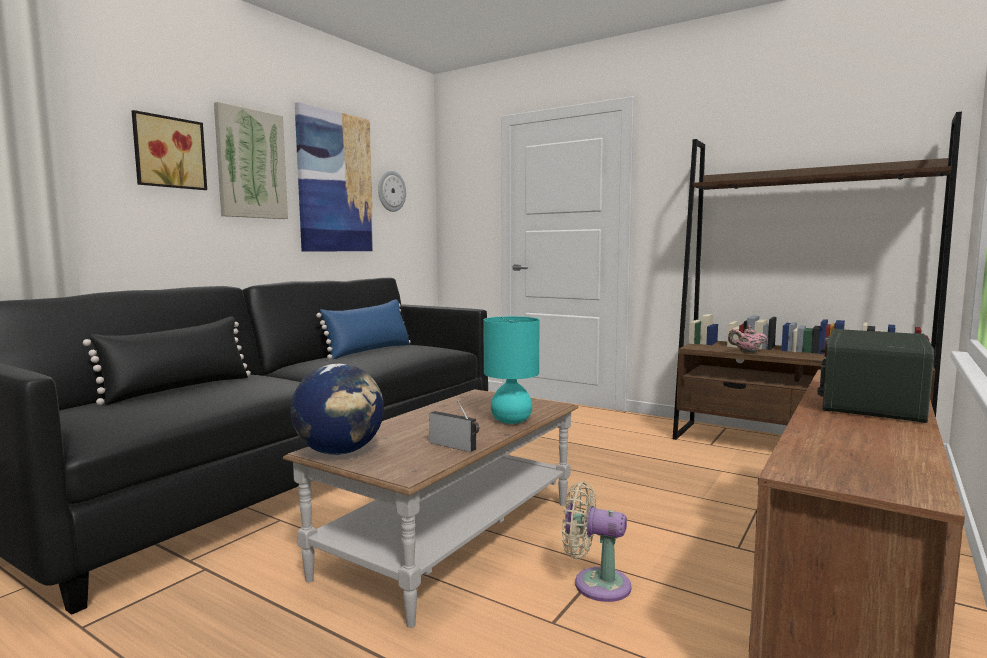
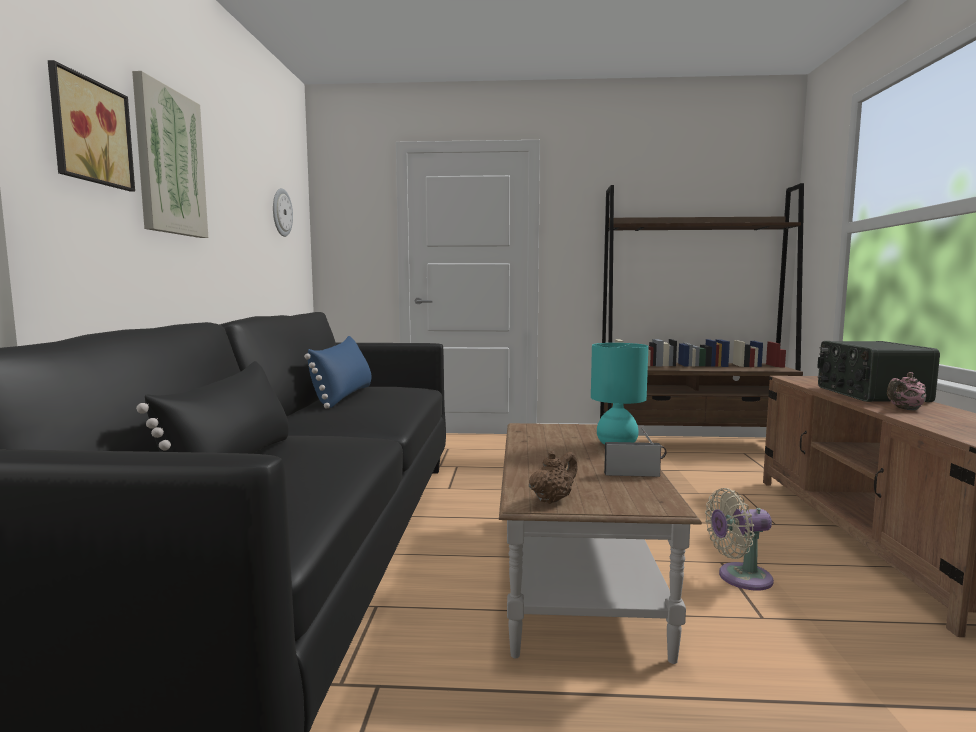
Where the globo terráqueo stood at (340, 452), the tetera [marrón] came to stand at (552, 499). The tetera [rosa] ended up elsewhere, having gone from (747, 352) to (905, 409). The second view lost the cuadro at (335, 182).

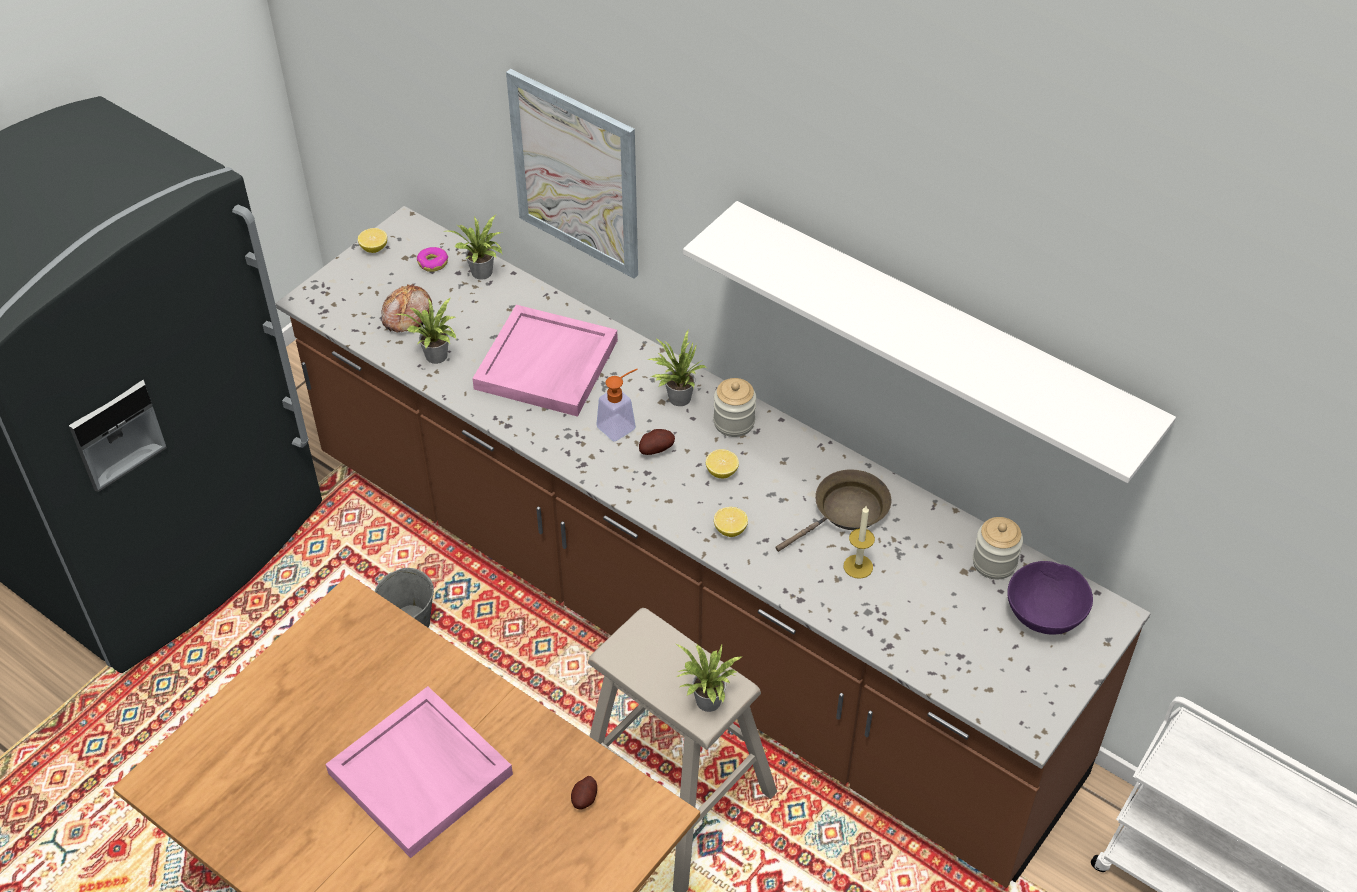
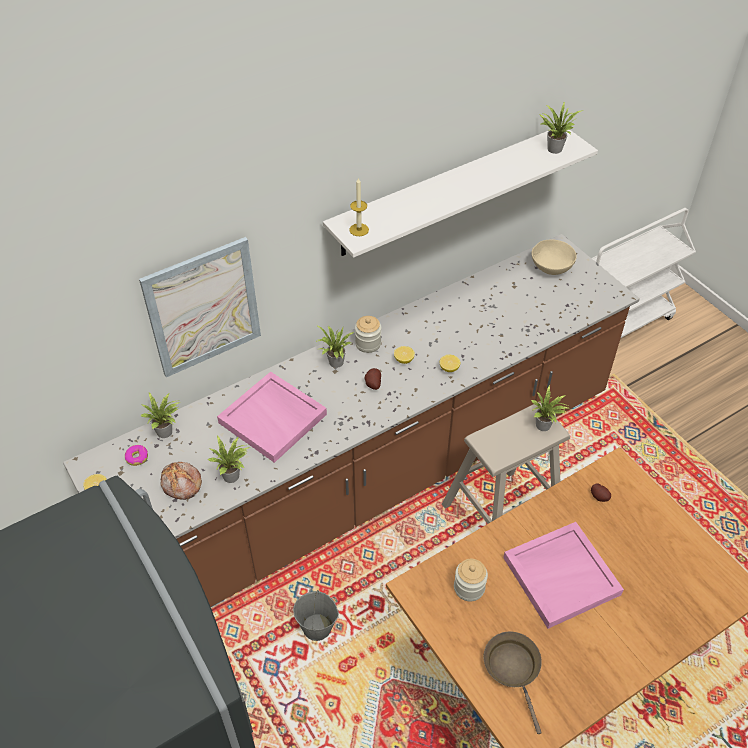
The vela ended up elsewhere, having gone from (858, 566) to (359, 230). The tarro ended up elsewhere, having gone from (994, 562) to (469, 588). The sartén [marrón] ended up elsewhere, having gone from (846, 512) to (513, 669). What was the cuenco [morado] at (1044, 614) turned into the cuenco [beis] at (551, 267). The second view gained the planta en maceta at (553, 148). The second view lost the dispensador de jabón at (621, 425).

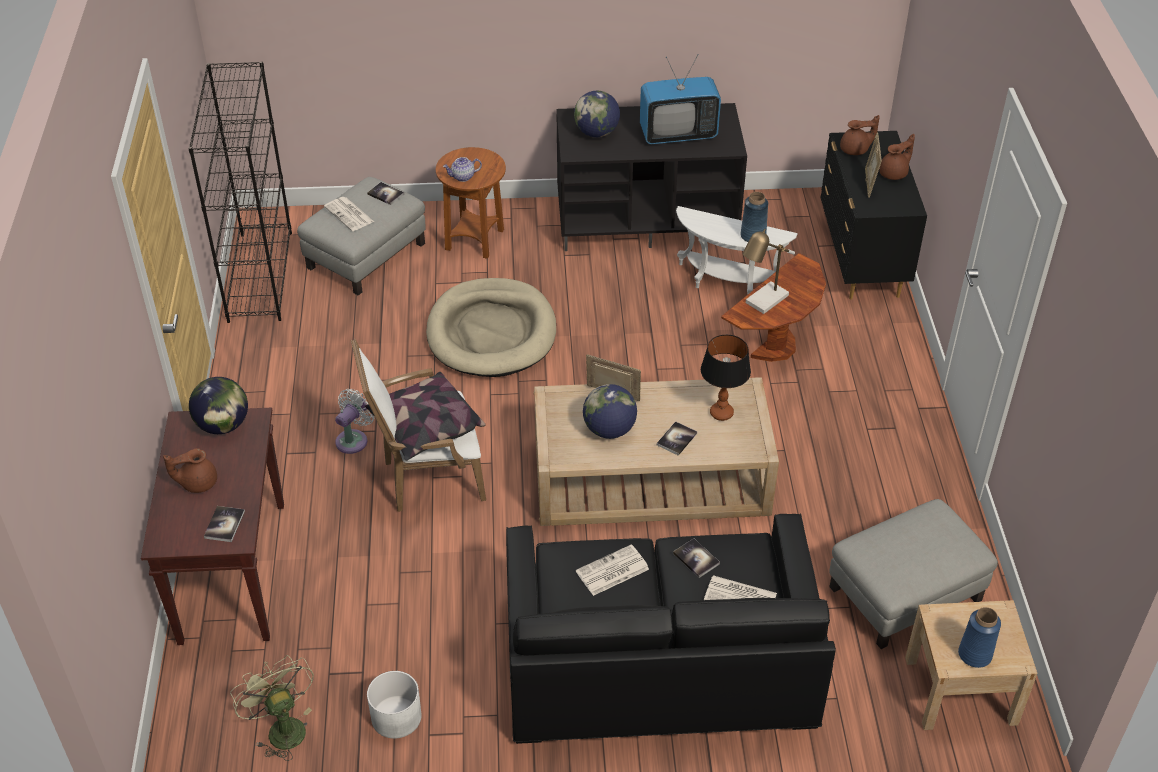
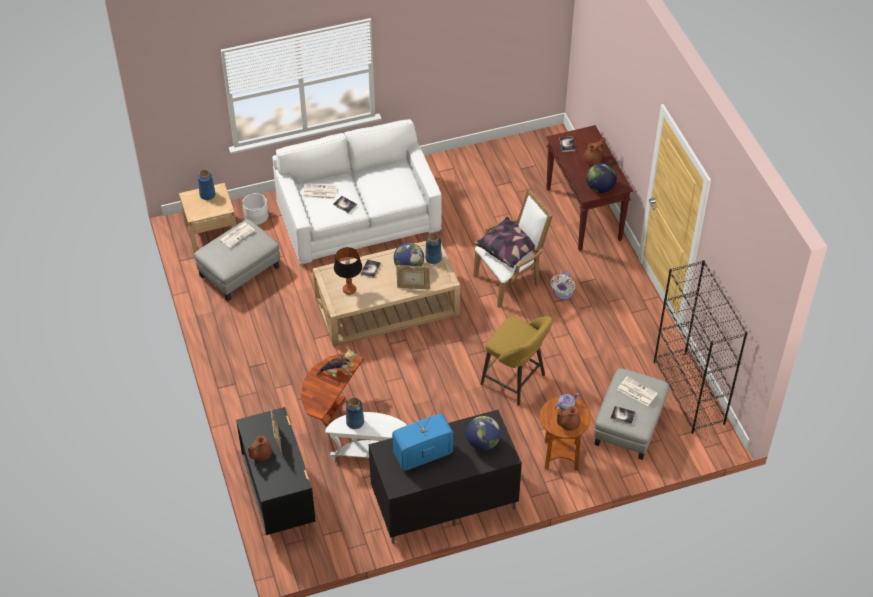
The periódico ended up elsewhere, having gone from (612, 571) to (237, 235). The maceta [blanco] ended up elsewhere, having gone from (396, 717) to (256, 216). What was the sofá [negro] at (658, 660) turned into the sofá [blanco] at (358, 217). Where the lámpara de mesa stood at (763, 302), the peluche came to stand at (338, 372). The second view gained the florero [azul] at (433, 258). Where the cama para perro [beis] stood at (491, 332), the taburete [amarillo] came to stand at (516, 381). The tetera [marrón] ended up elsewhere, having gone from (855, 150) to (568, 424). The second view lost the ventilador [verde] at (281, 728).

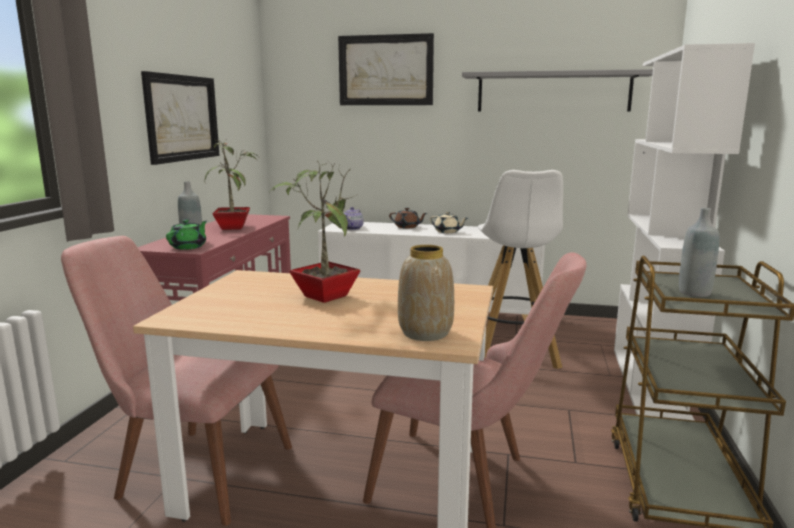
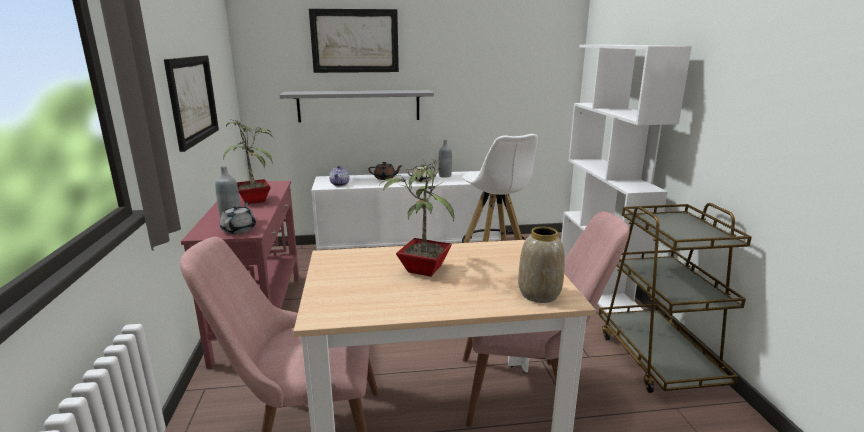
What was the tetera [verde] at (189, 247) turned into the tetera [gris] at (239, 229). The estante [gris] ended up elsewhere, having gone from (553, 92) to (359, 106). The botella [gris] ended up elsewhere, having gone from (694, 293) to (445, 176).

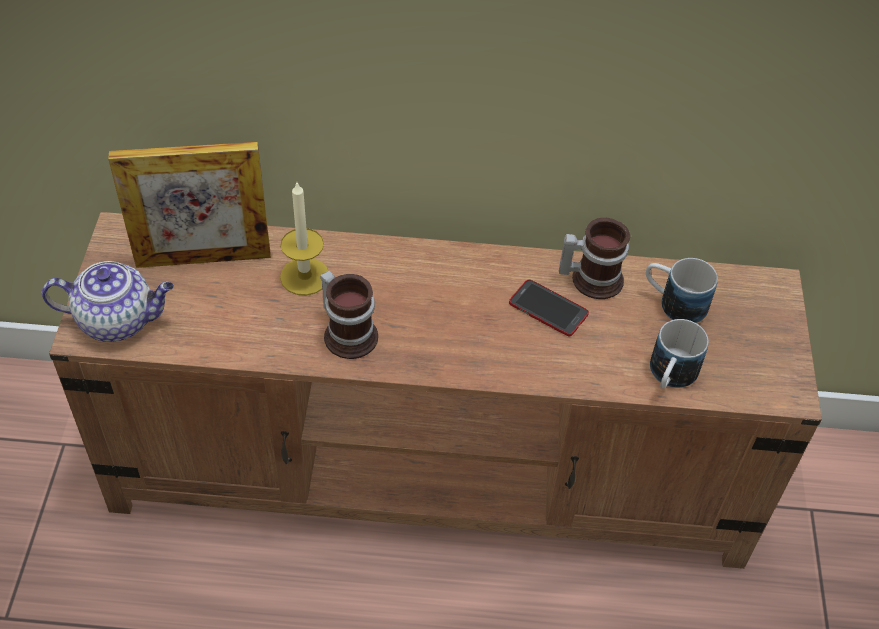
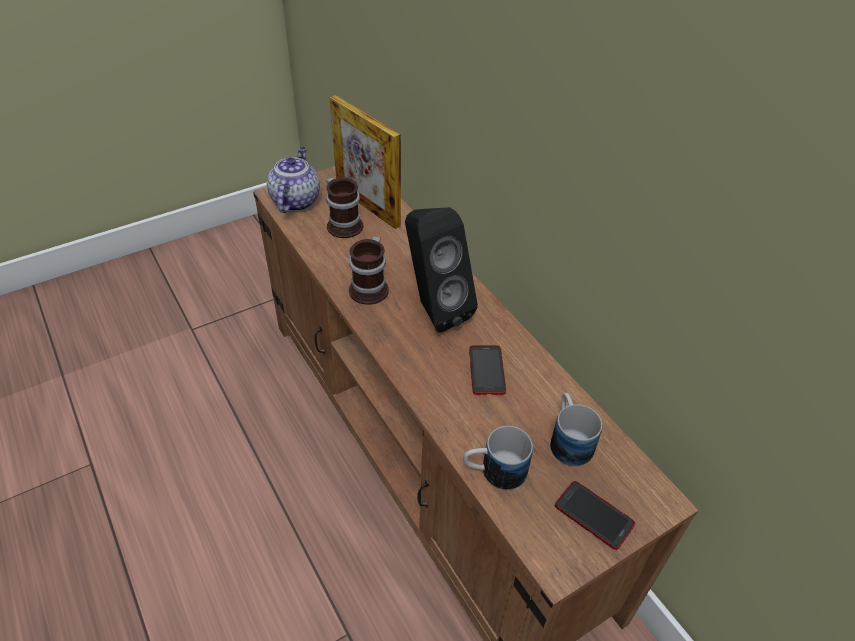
The tetera at (118, 320) ended up facing another way, 135 degrees counterclockwise from before. The taza grande ended up elsewhere, having gone from (591, 277) to (344, 224). The second view gained the altavoz [negro] at (434, 309). The second view gained the móvil at (594, 515). The second view lost the vela at (304, 276).

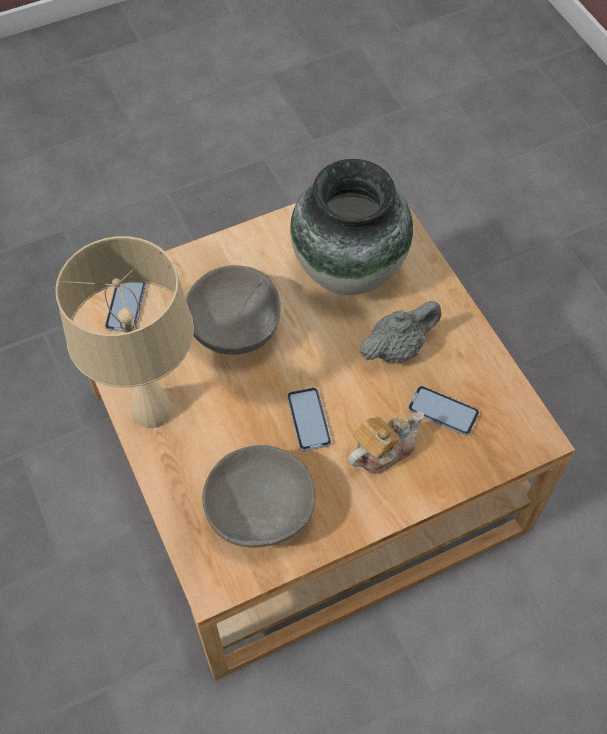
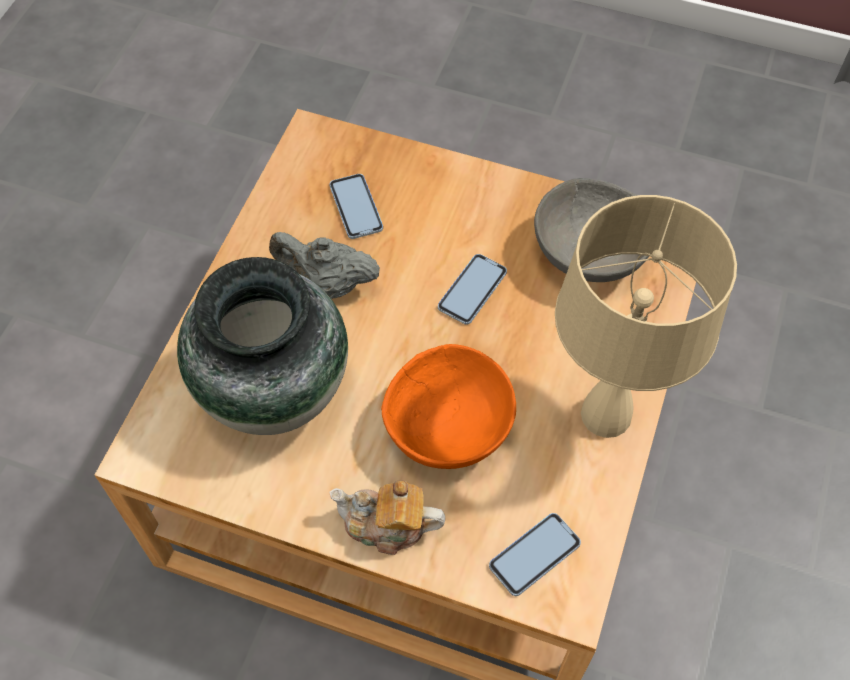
The tetera ended up elsewhere, having gone from (382, 450) to (387, 526). What was the cuenco [gris] at (235, 328) turned into the cuenco [naranja] at (447, 429).

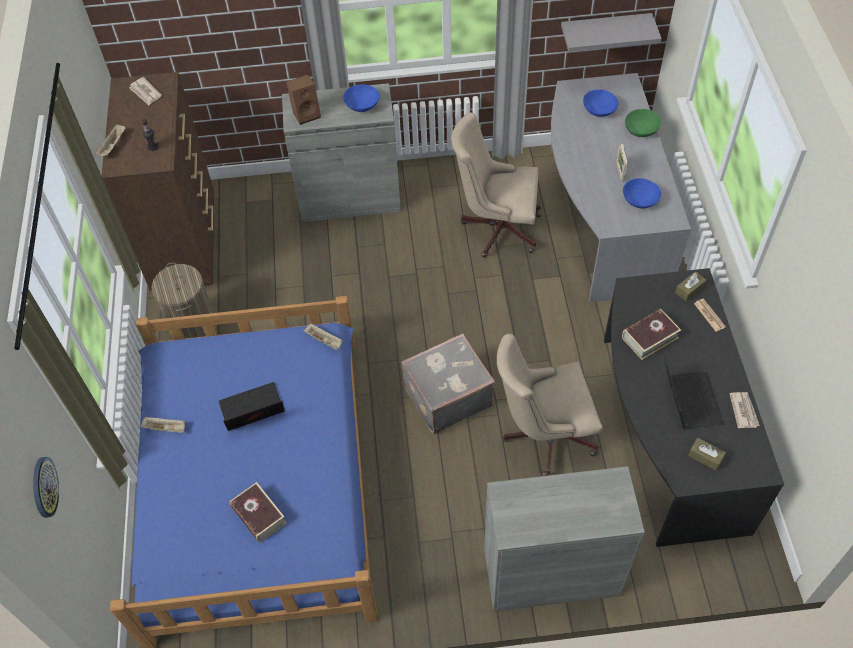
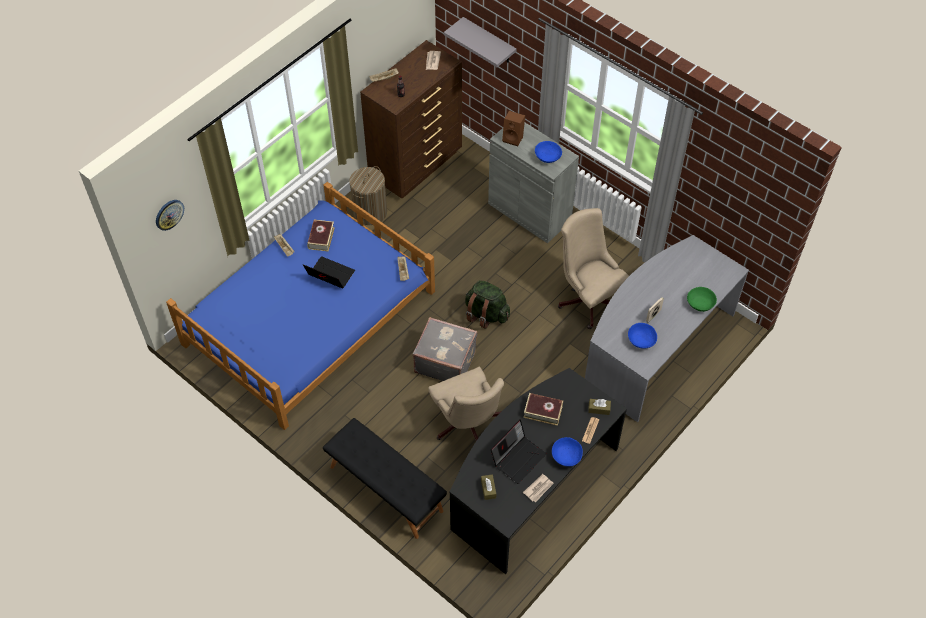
The libro ended up elsewhere, having gone from (259, 515) to (321, 238). Where the armario [gris] stood at (551, 573), the banco [negro] came to stand at (385, 489). The silla de oficina [beis] at (543, 435) ended up facing another way, 150 degrees counterclockwise from before. The estante [gris] ended up elsewhere, having gone from (604, 30) to (489, 41). The second view gained the mochila [verde] at (486, 314). The cuenco [azul] ended up elsewhere, having gone from (598, 110) to (566, 456).

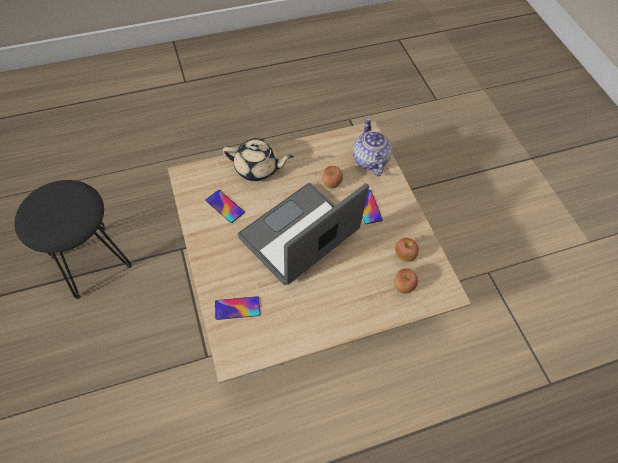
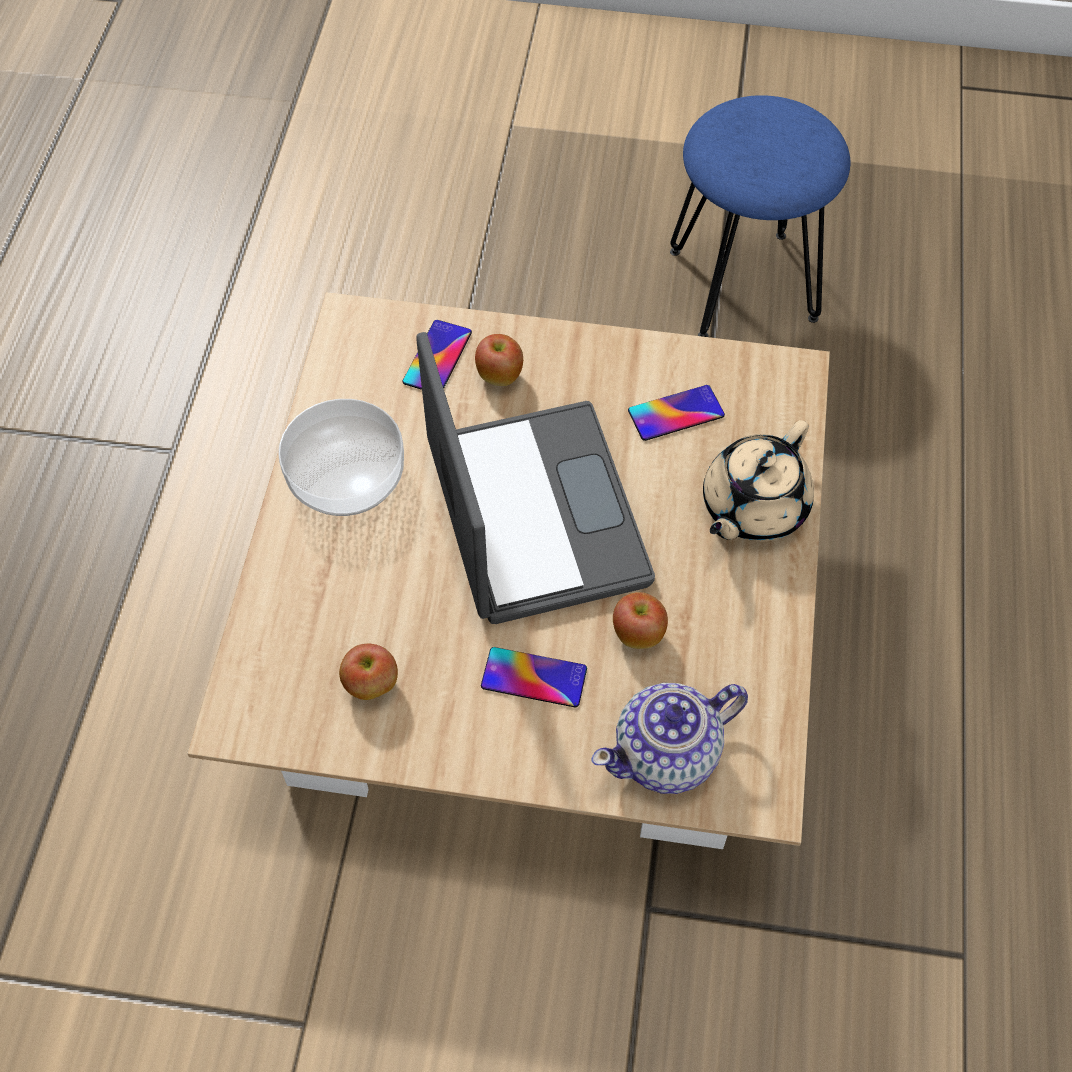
The second view gained the cuenco at (348, 478). The manzana ended up elsewhere, having gone from (403, 286) to (499, 375). The tetera at (369, 160) ended up facing another way, 135 degrees clockwise from before. What was the taburete [negro] at (91, 260) turned into the taburete [azul] at (744, 284).

